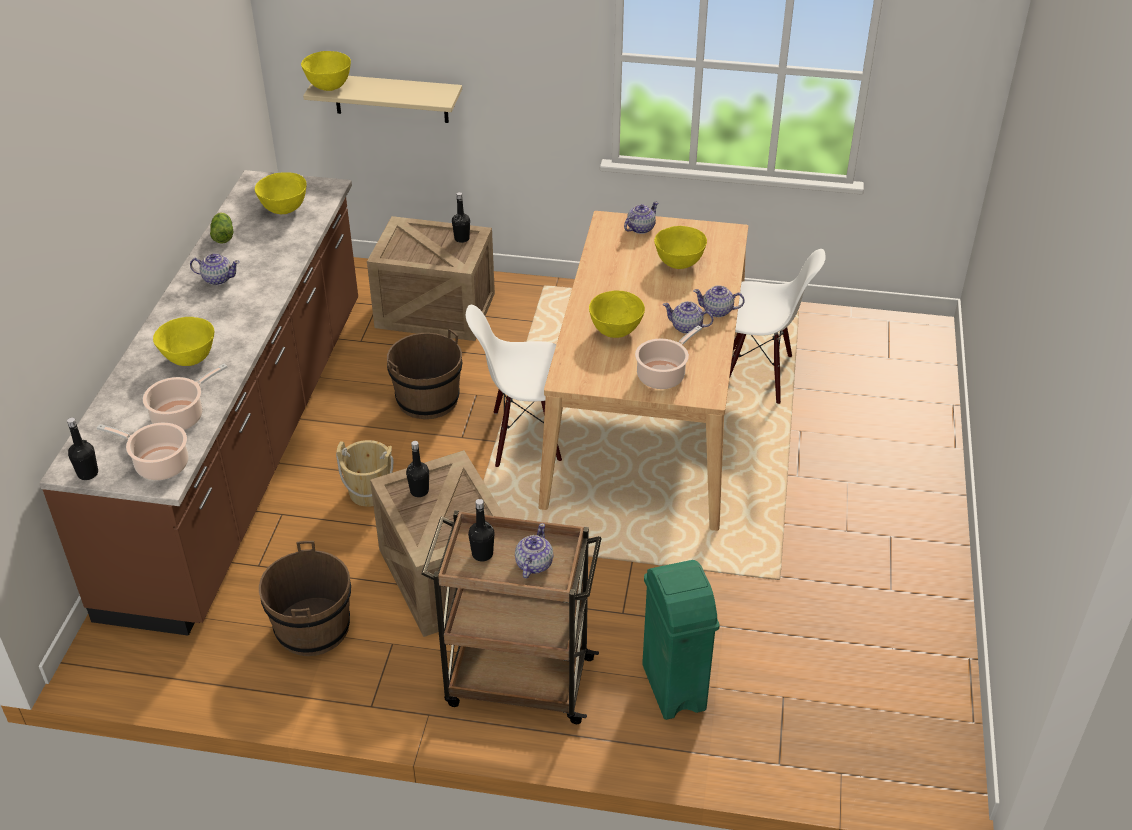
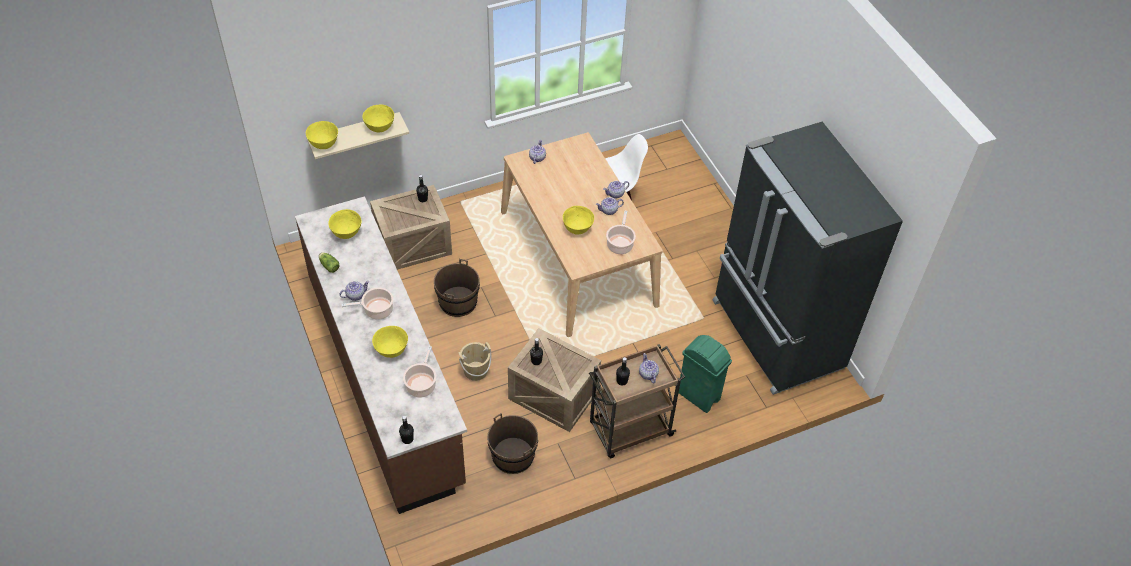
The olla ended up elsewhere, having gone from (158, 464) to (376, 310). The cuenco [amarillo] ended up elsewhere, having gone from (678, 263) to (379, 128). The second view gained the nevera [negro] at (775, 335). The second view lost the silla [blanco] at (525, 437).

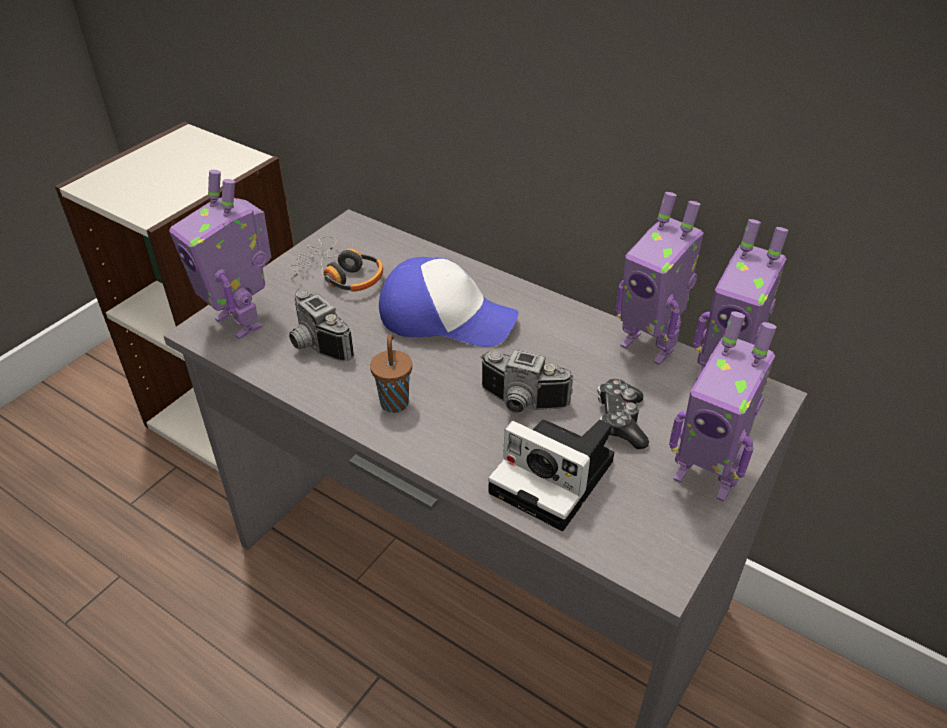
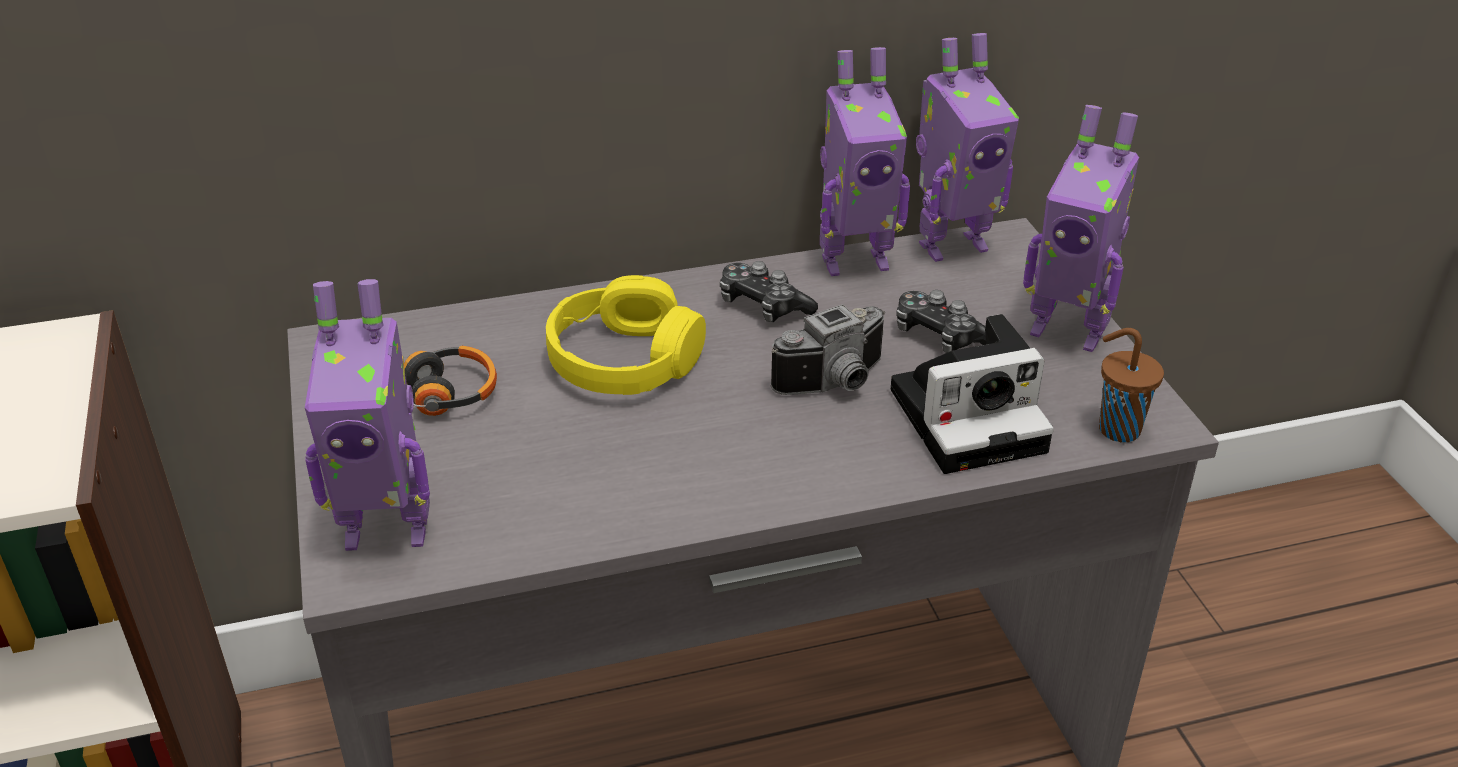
Where the gorra stood at (446, 317), the auriculares [amarillo] came to stand at (625, 360). The second view gained the mando de consola at (763, 306). The robot de juguete at (705, 476) ended up facing another way, 45 degrees clockwise from before. The taza [marrón] ended up elsewhere, having gone from (394, 402) to (1116, 429). The second view lost the cámara at (315, 345).

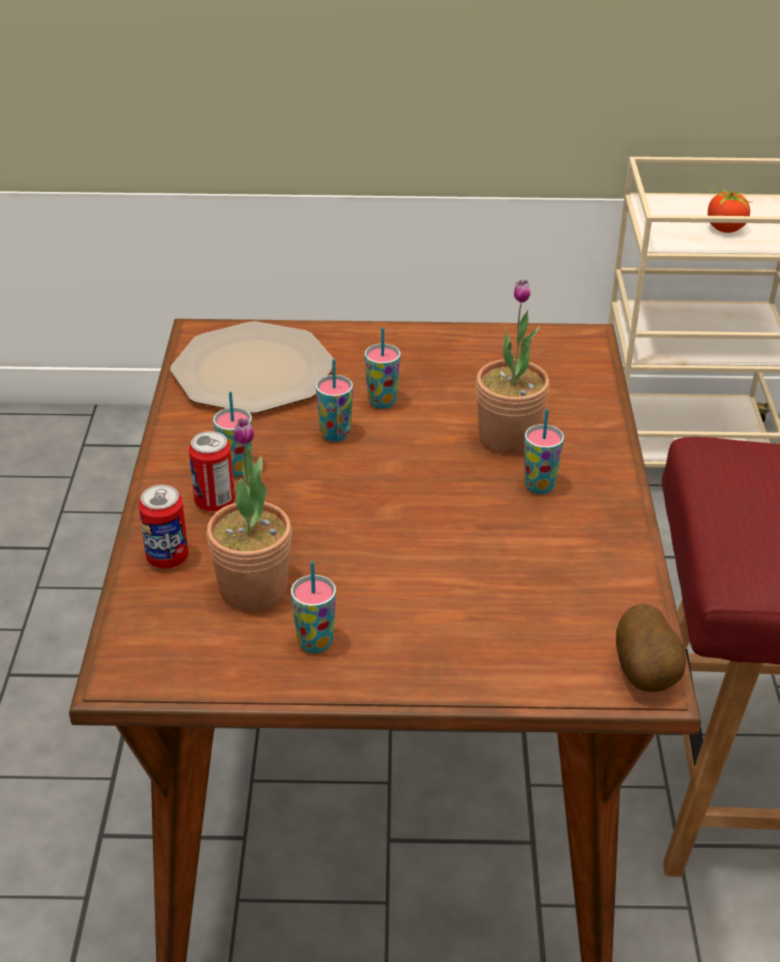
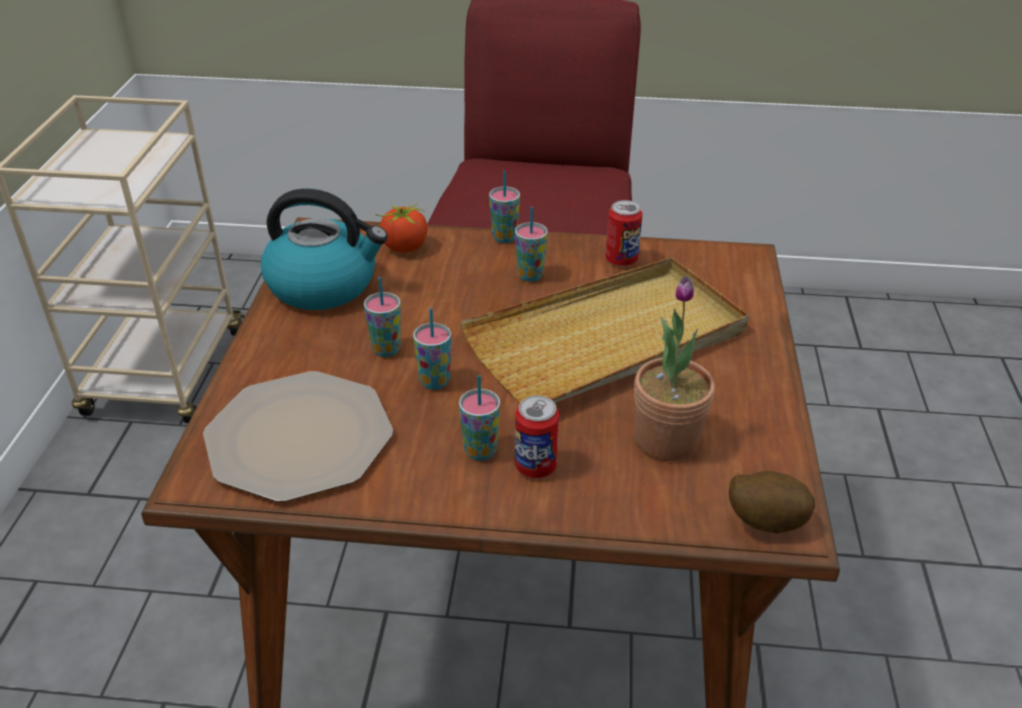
The second view gained the hervidor at (324, 285). The tomate ended up elsewhere, having gone from (724, 228) to (404, 248). The second view gained the bandeja [beis] at (608, 339). The taza ended up elsewhere, having gone from (315, 642) to (504, 237). The lata ended up elsewhere, having gone from (167, 558) to (621, 260). The patata ended up elsewhere, having gone from (647, 674) to (763, 521). The second view lost the planta en maceta at (508, 437).

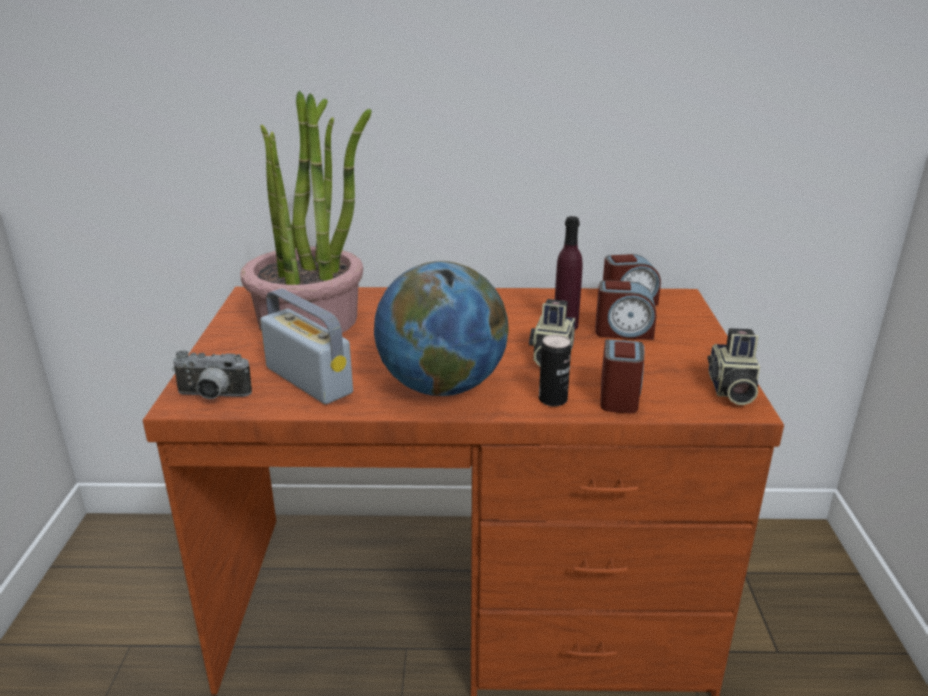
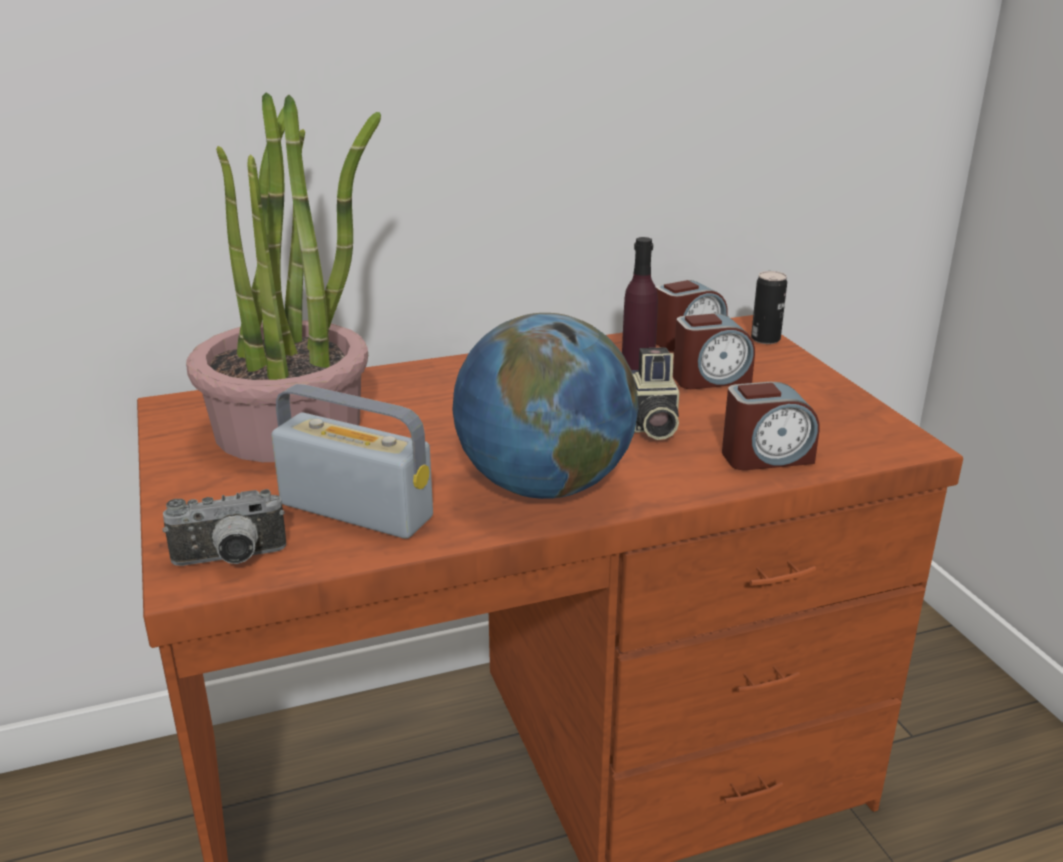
The despertador at (619, 395) ended up facing another way, 90 degrees clockwise from before. The lata ended up elsewhere, having gone from (553, 400) to (765, 339). The second view lost the cámara at (730, 390).

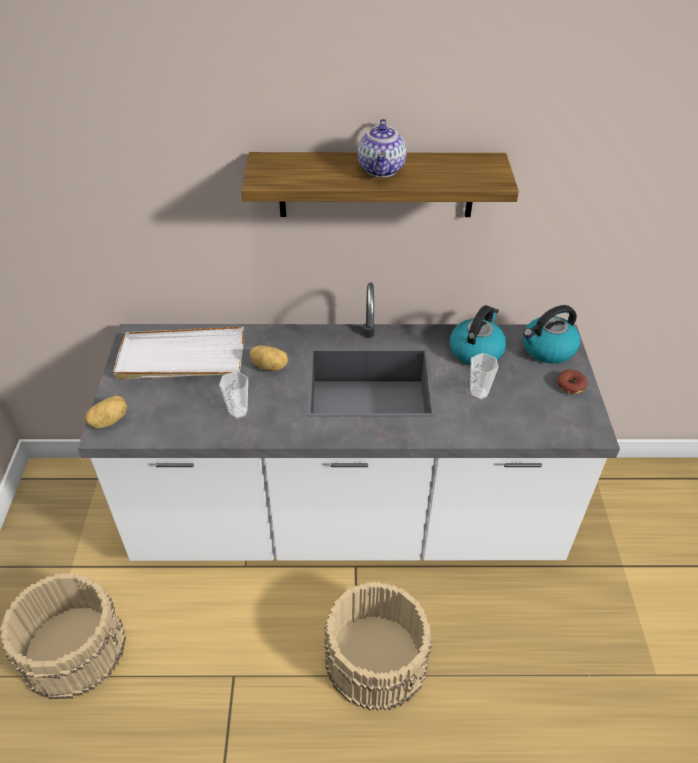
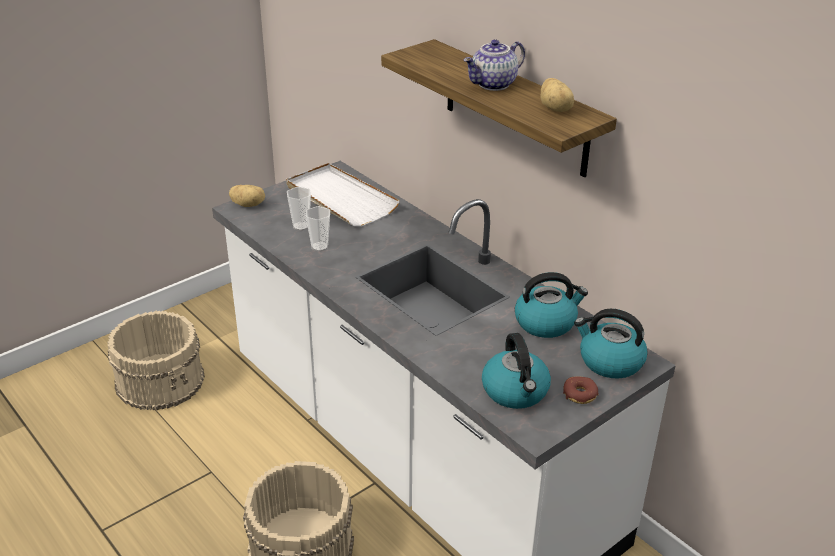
The taza ended up elsewhere, having gone from (478, 393) to (301, 226). The second view gained the hervidor at (516, 391). The patata ended up elsewhere, having gone from (270, 366) to (555, 108).

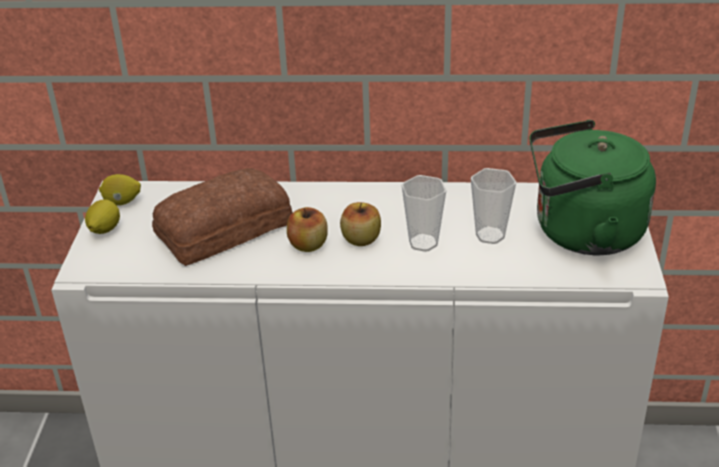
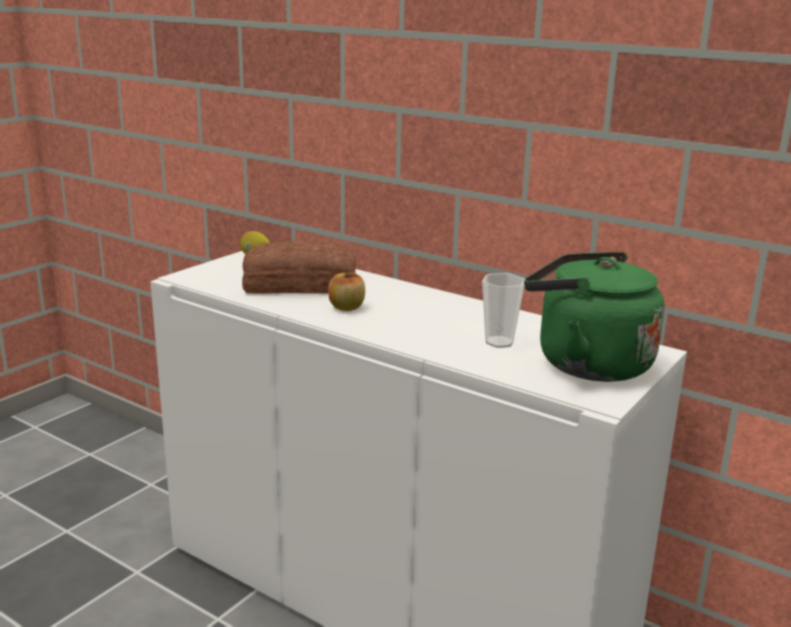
The second view lost the limón at (104, 230). The second view lost the manzana at (361, 239). The second view lost the taza at (423, 243).

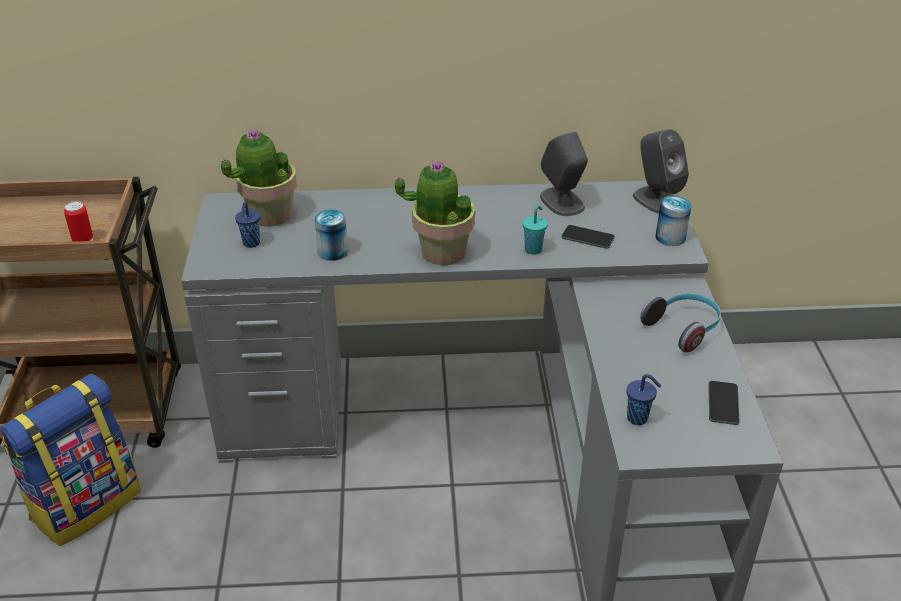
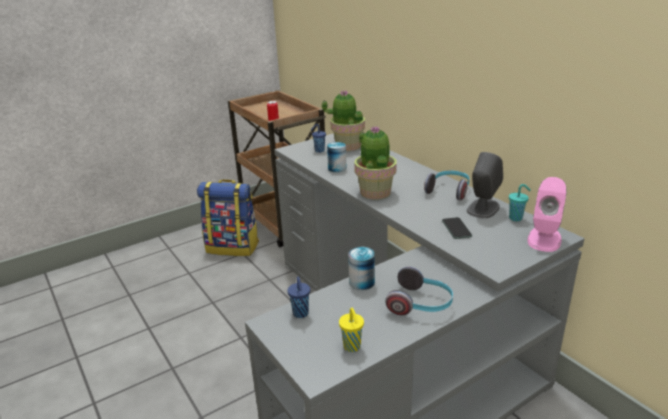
Where the móvil stood at (723, 403), the taza [amarillo] came to stand at (352, 347). The lata ended up elsewhere, having gone from (670, 237) to (362, 282). The second view gained the auriculares at (449, 191). The taza [turquesa] ended up elsewhere, having gone from (533, 249) to (516, 218). What was the altavoz [gris] at (656, 200) turned into the altavoz [rosa] at (544, 239).

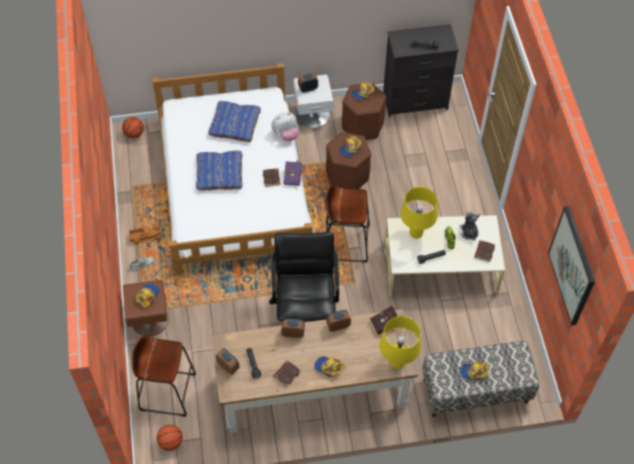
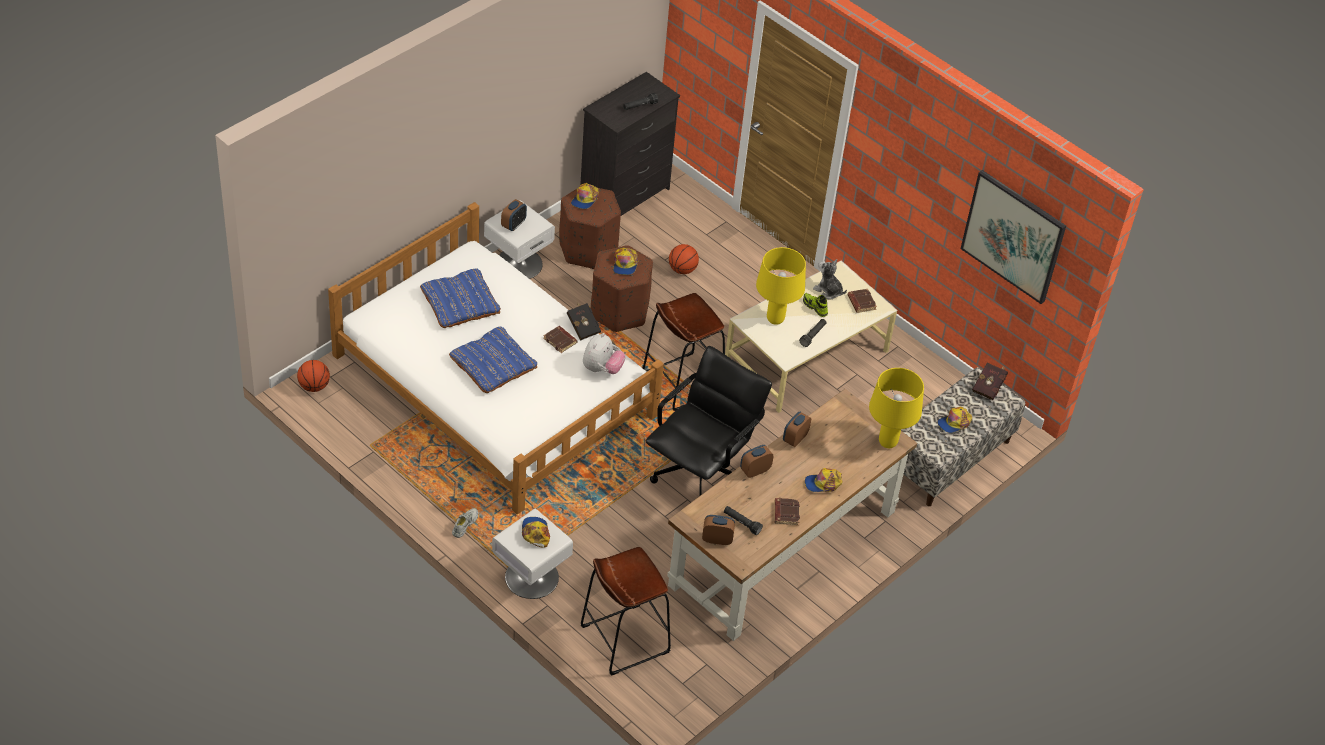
What was the mesita de noche [marrón] at (149, 320) turned into the mesita de noche [blanco] at (531, 577). What was the libro [morado] at (293, 176) turned into the libro [negro] at (583, 327). The peluche ended up elsewhere, having gone from (286, 135) to (602, 369). The silla de oficina [negro] at (305, 310) ended up facing another way, 75 degrees clockwise from before. The balón de baloncesto ended up elsewhere, having gone from (171, 442) to (682, 270). The libro [rojo] ended up elsewhere, having gone from (386, 323) to (989, 387). The second view lost the camión de juguete at (146, 236).

